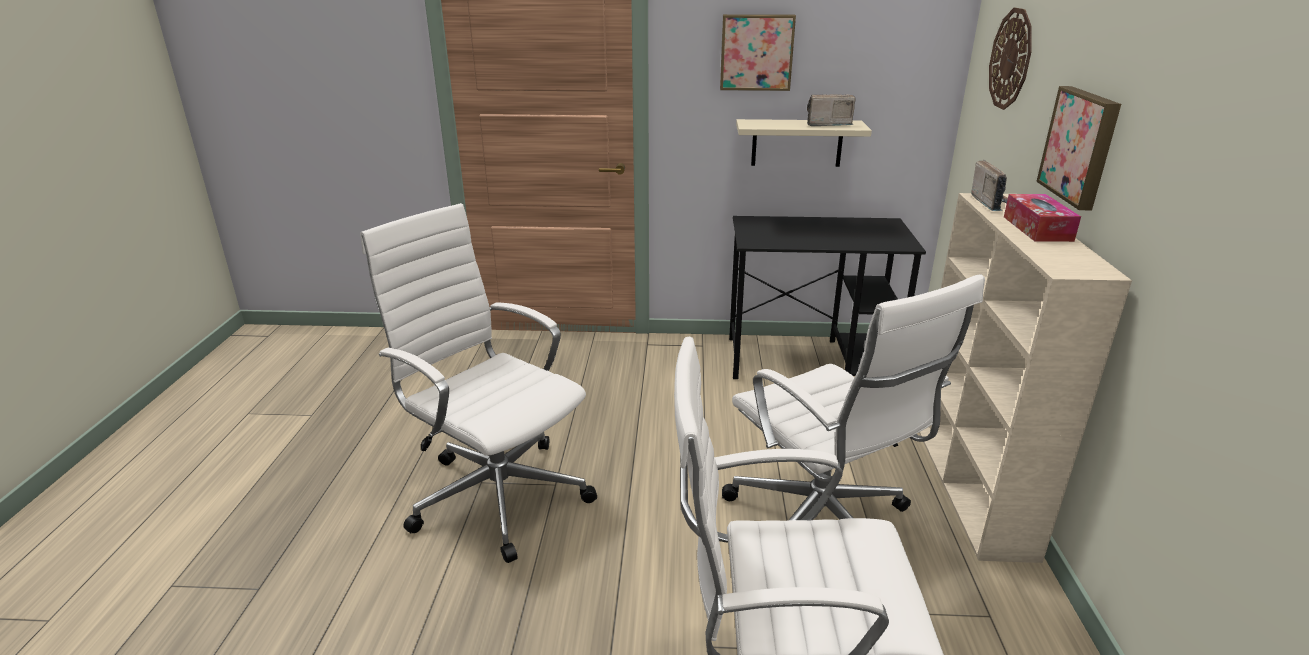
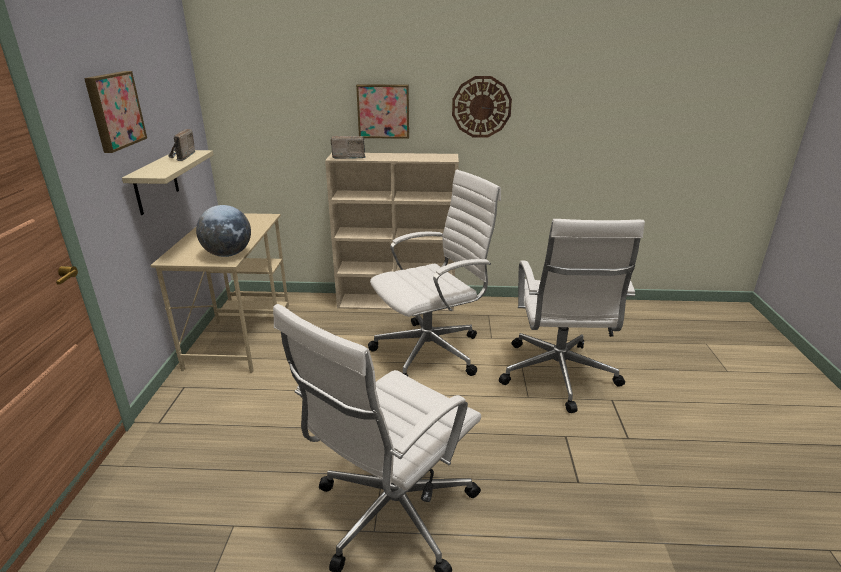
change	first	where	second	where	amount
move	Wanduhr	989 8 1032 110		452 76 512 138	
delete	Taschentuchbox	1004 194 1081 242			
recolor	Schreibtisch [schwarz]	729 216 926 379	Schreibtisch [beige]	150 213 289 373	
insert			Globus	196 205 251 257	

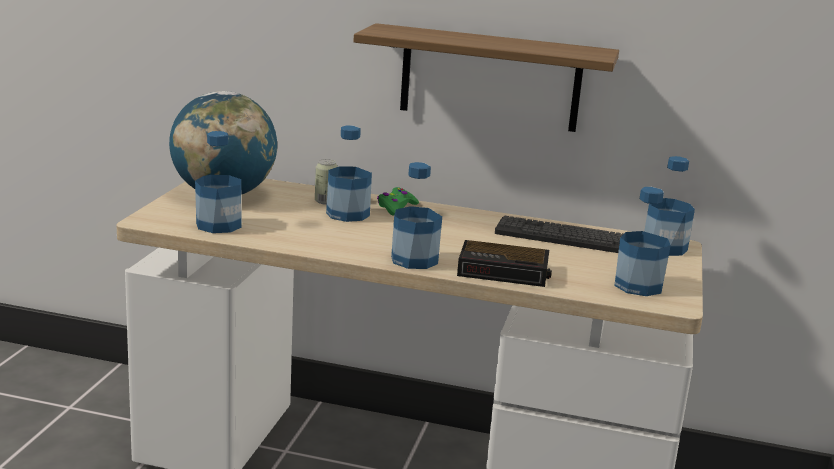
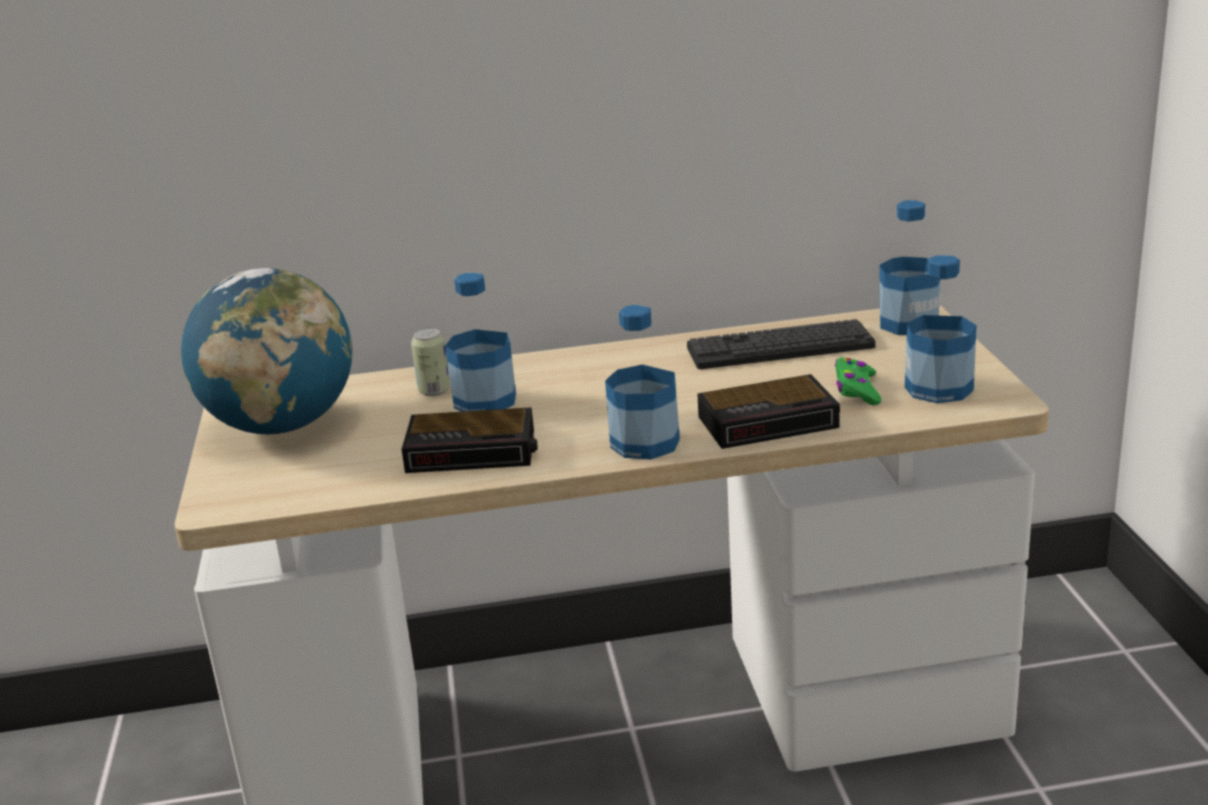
change	first	where	second	where	amount
delete	Wandregal	354 23 619 132			
delete	Flasche	195 131 242 233			
move	Gamepad [grün]	377 187 419 216		835 357 881 405	
insert			Wecker	402 407 538 473	

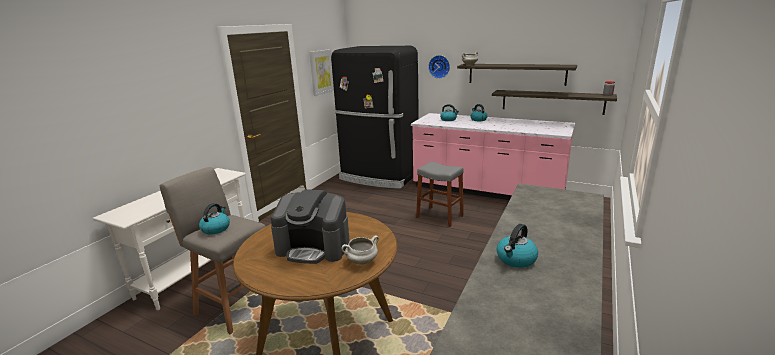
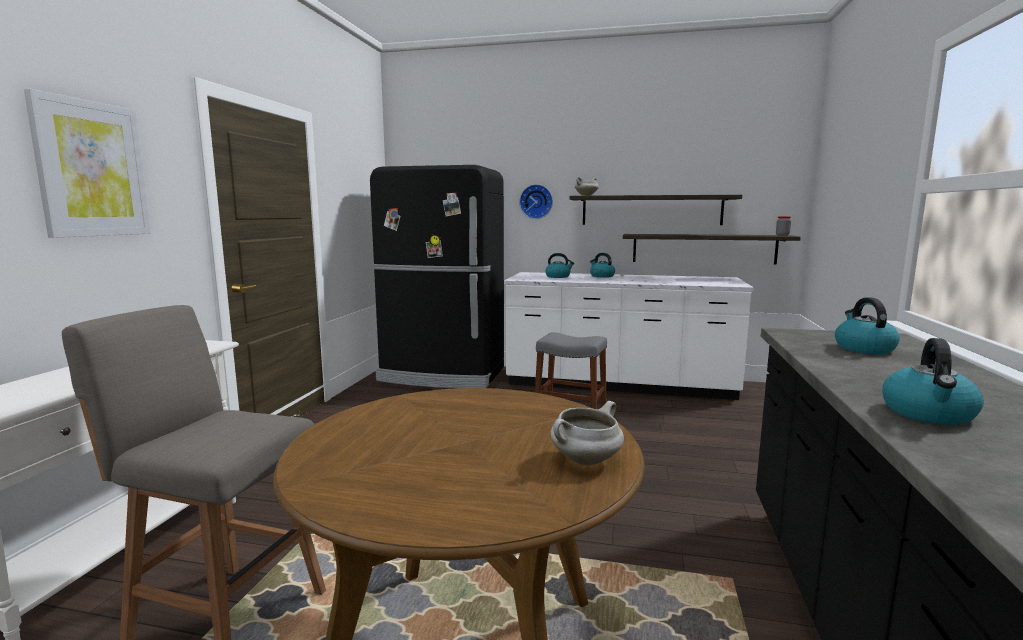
change	first	where	second	where	amount
move	Bild	309 49 334 96		24 89 151 238	
recolor	Küchenzeile [rosa]	411 113 575 200	Küchenzeile [weiß]	504 272 754 400	
delete	Kaffeemaschine	271 189 350 264			
move	Wasserkessel	199 203 230 235		835 297 900 354	

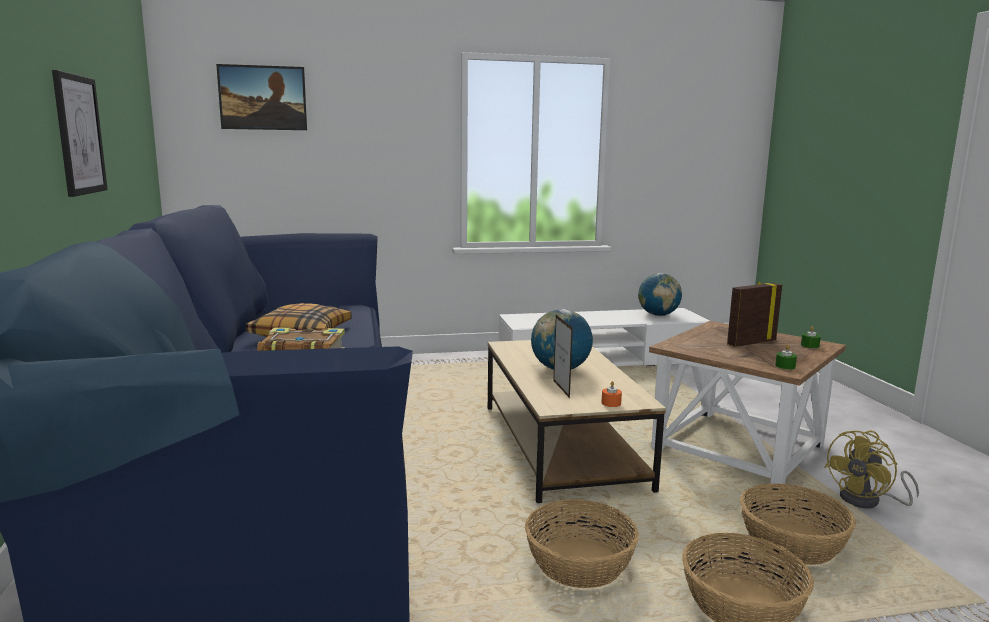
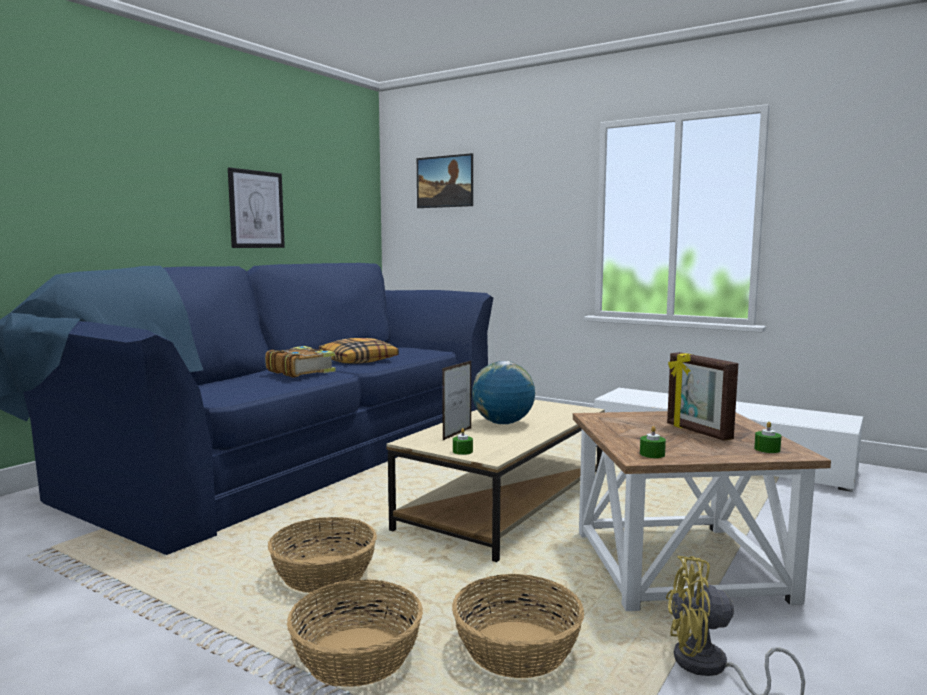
change	first	where	second	where	amount
delete	Globus	638 273 682 316			
rotate	Bilderrahmen	727 282 782 347		667 352 738 441	135 degrees counterclockwise
recolor	Kerze [orange]	601 381 622 407	Kerze [grün]	453 428 473 455	

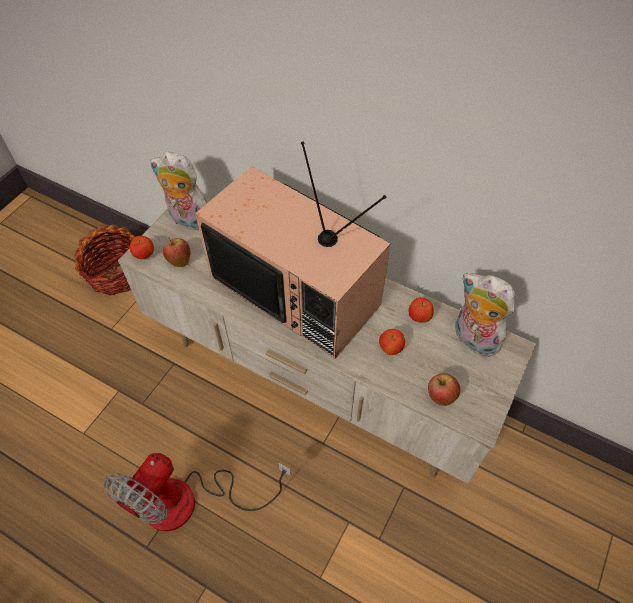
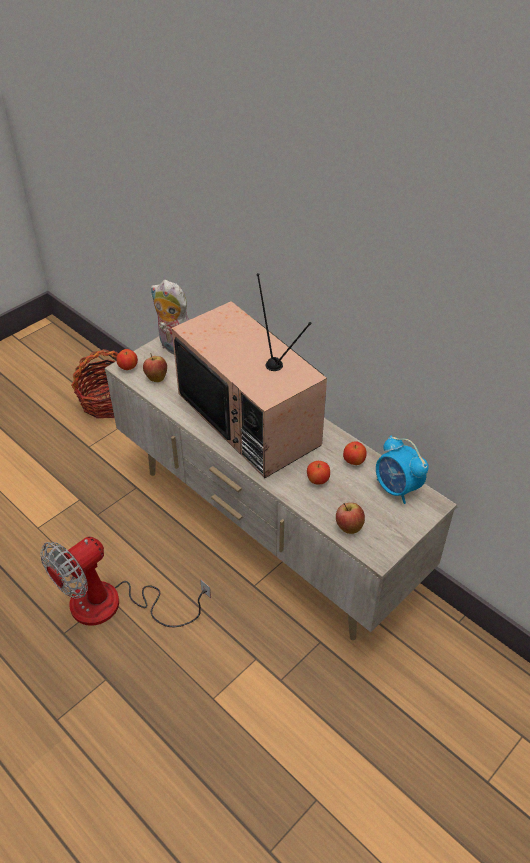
change	first	where	second	where	amount
replace	Plüschtier	455 273 515 357	Wecker	376 436 429 504	

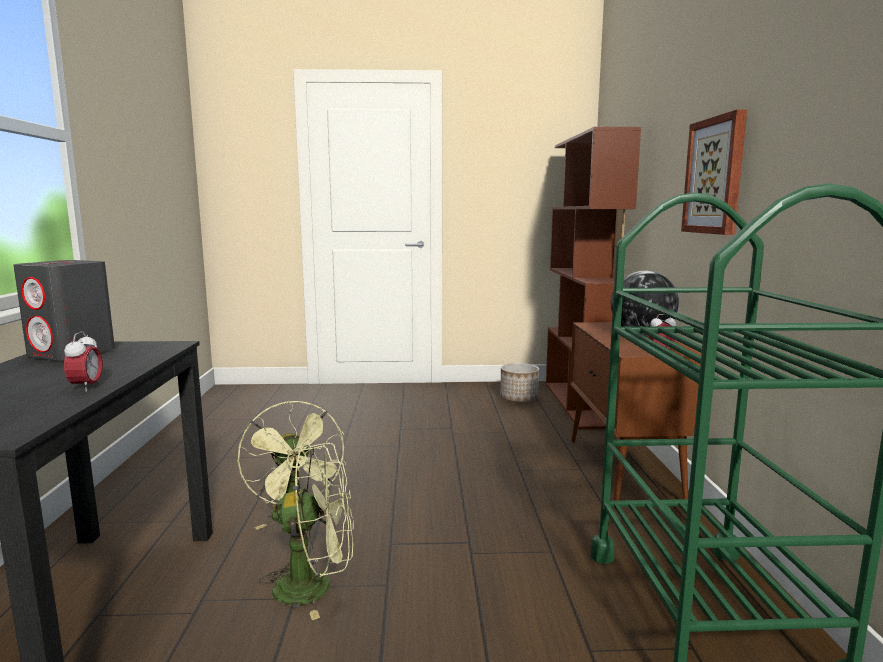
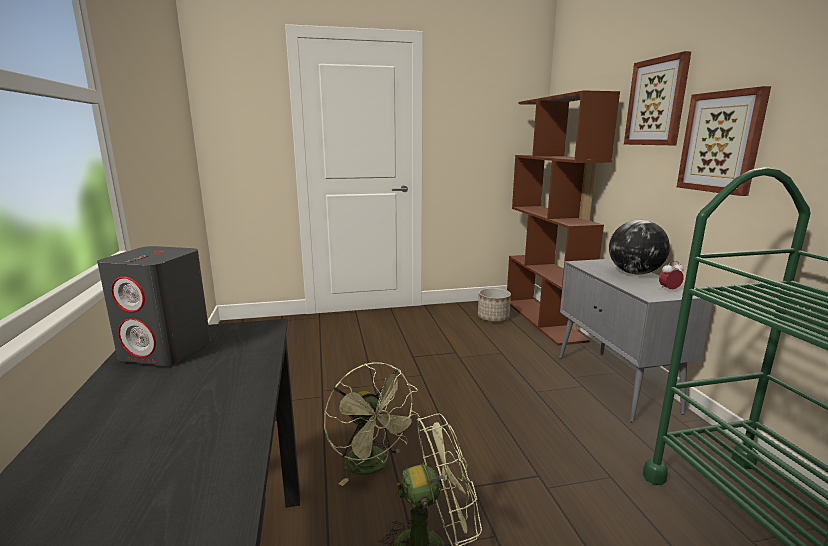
change	first	where	second	where	amount
recolor	Schrank [braun]	570 322 701 501	Schrank [grau]	559 259 713 422	
delete	Wecker	64 331 103 392			
insert			Bild	624 51 691 145	

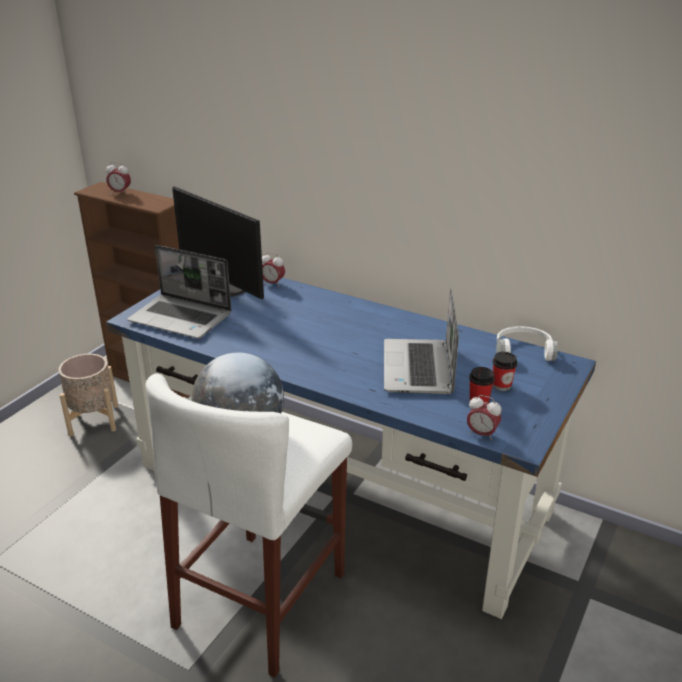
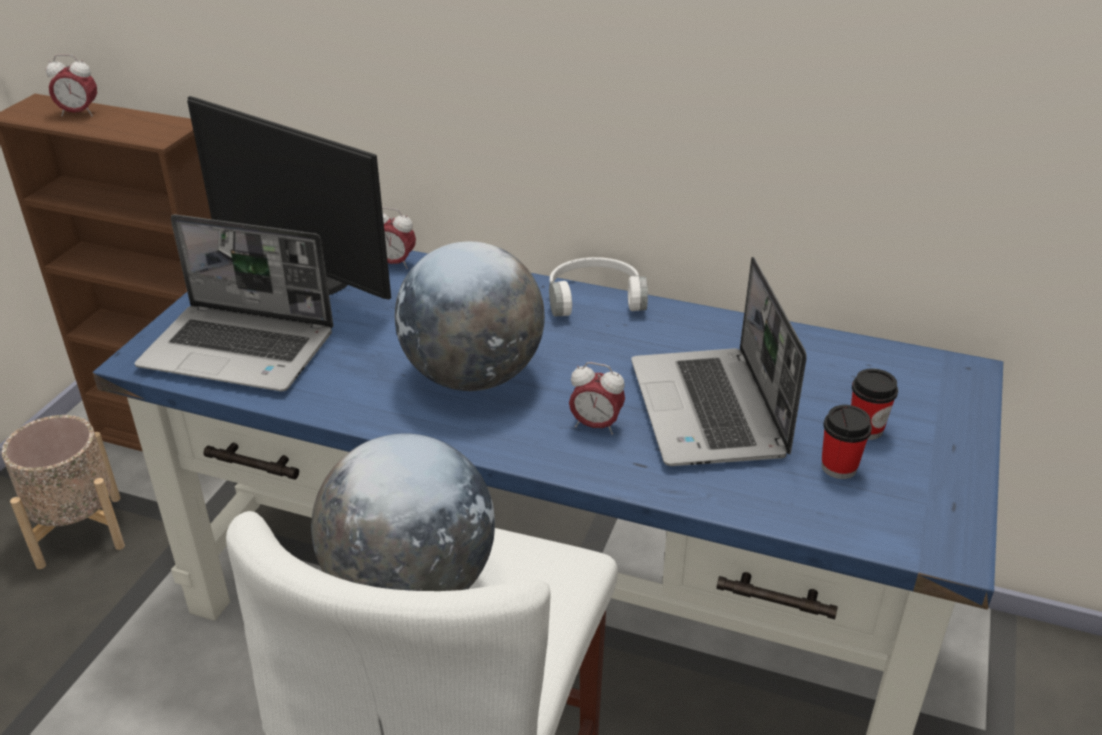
change	first	where	second	where	amount
move	Kopfhörer [weiß]	496 326 558 361		549 257 648 317	
move	Wecker	467 395 502 441		569 362 625 435	
insert			Globus	395 241 545 391	

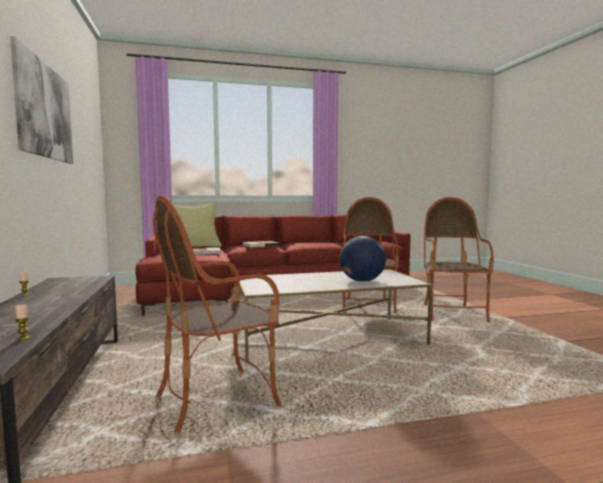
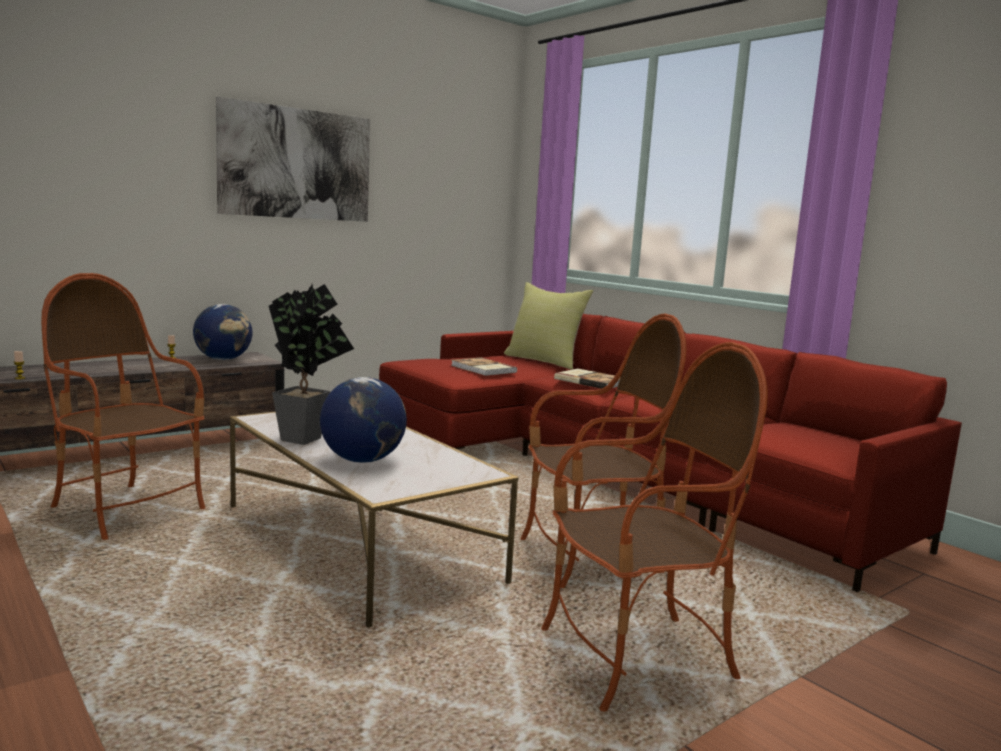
change	first	where	second	where	amount
insert			Topfpflanze	269 284 354 445	
insert			Globus	193 304 253 360	

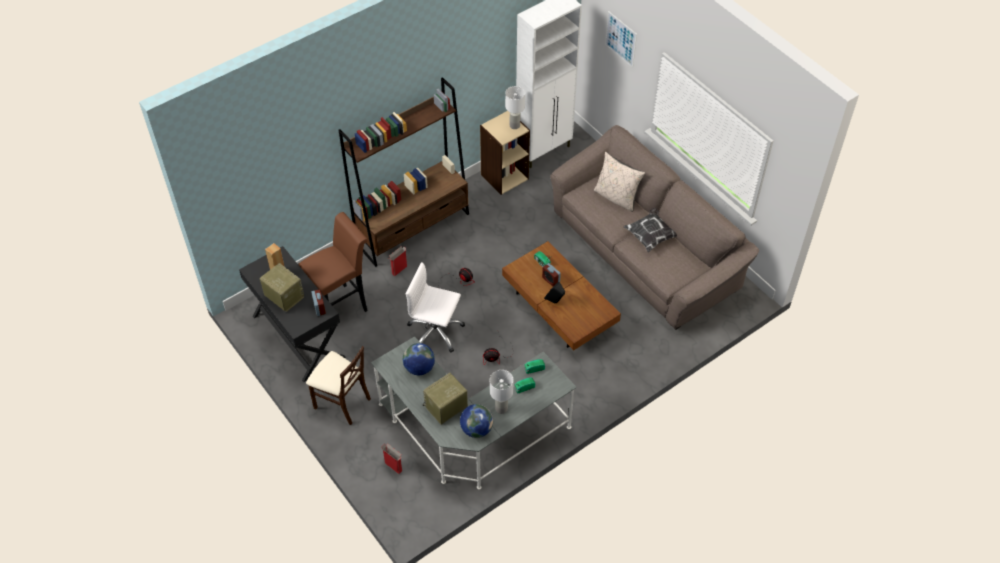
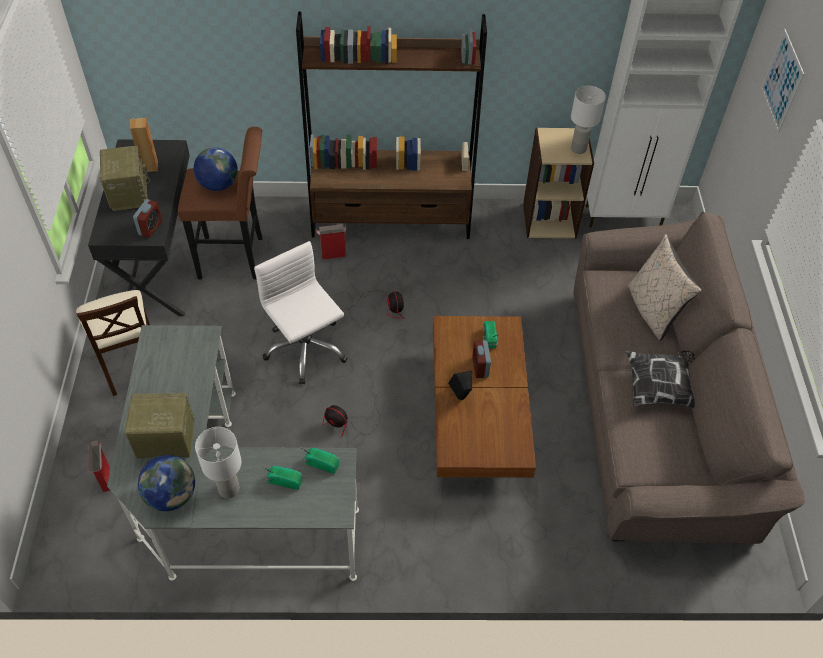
change	first	where	second	where	amount
move	Globus	403 343 435 375		194 147 238 191	

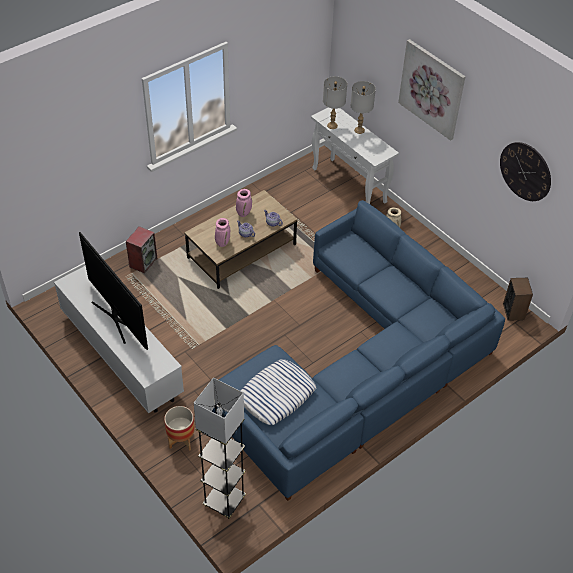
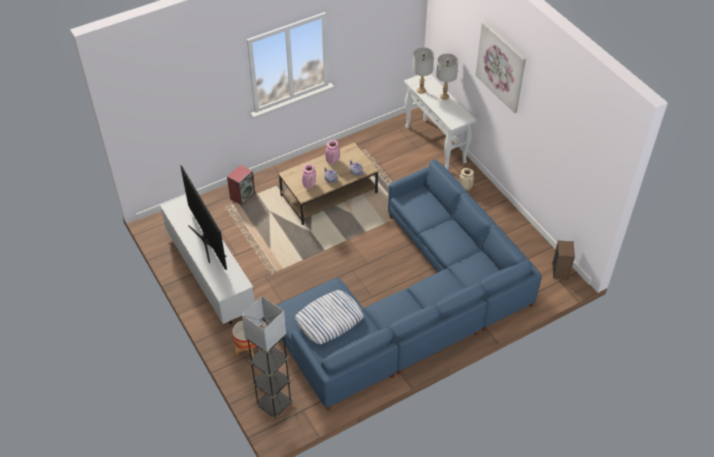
change	first	where	second	where	amount
delete	Wanduhr	500 142 551 201			

